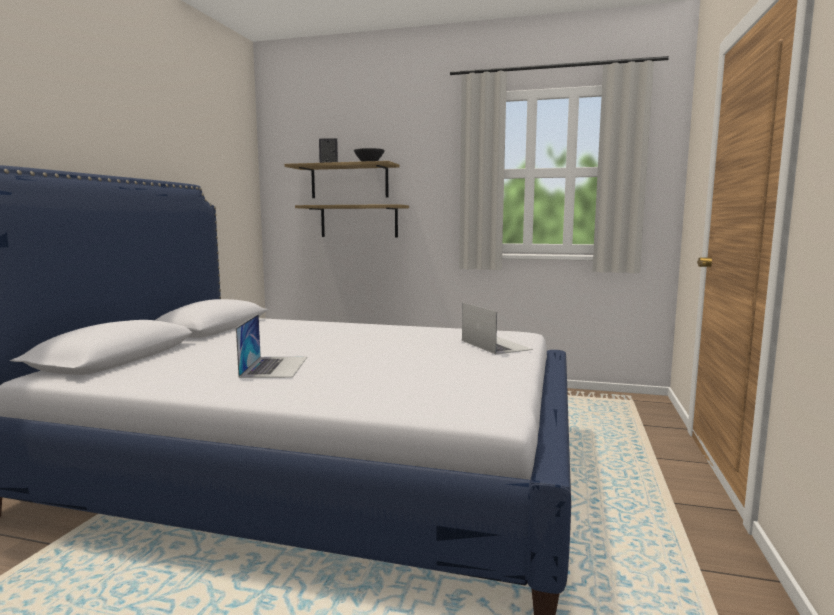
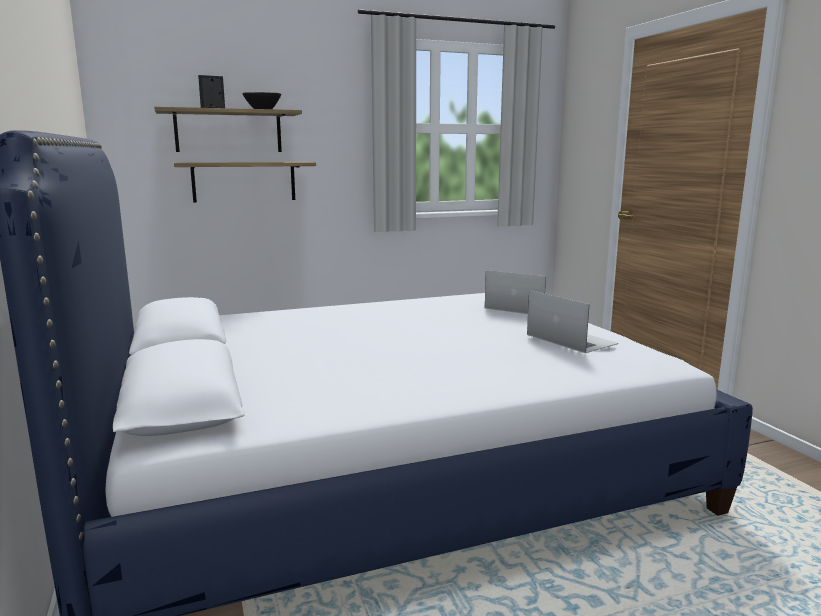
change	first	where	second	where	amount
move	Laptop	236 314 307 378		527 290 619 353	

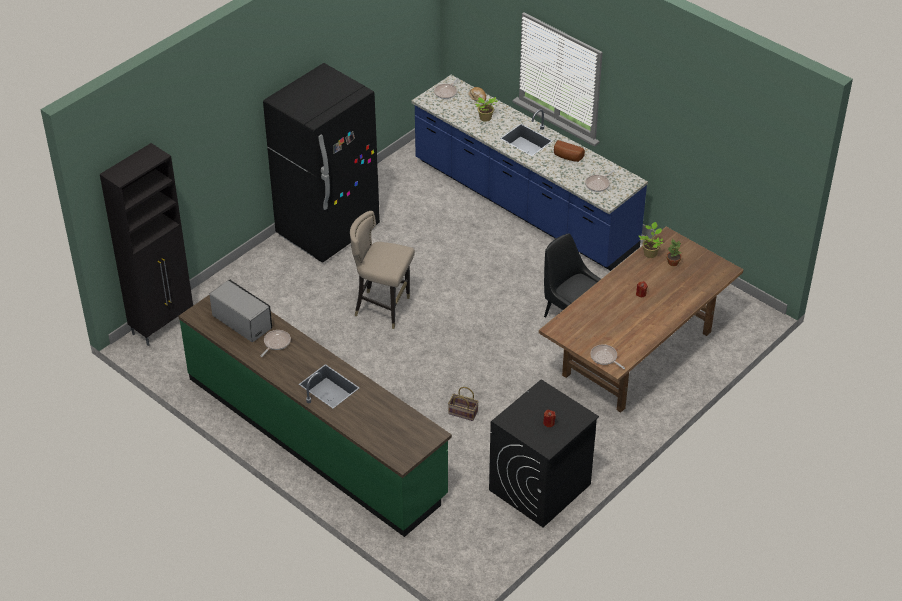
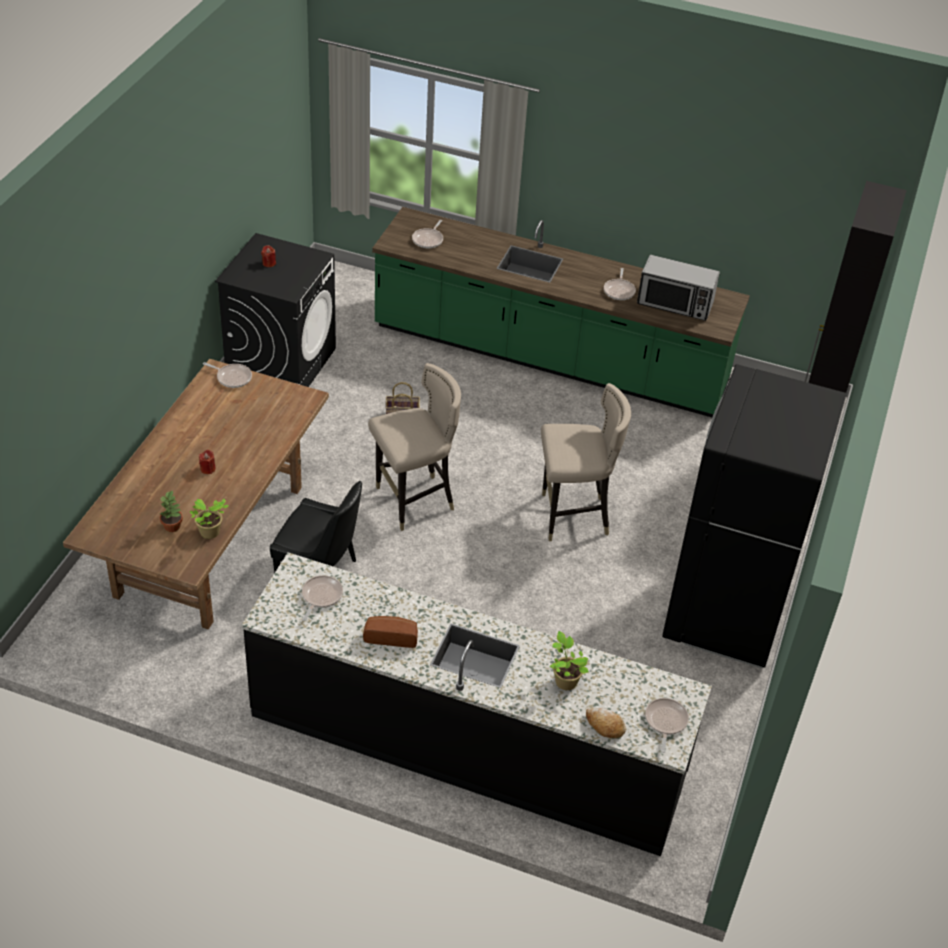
change	first	where	second	where	amount
recolor	Küchenzeile [blau]	411 75 648 271	Küchenzeile [schwarz]	242 552 712 856	
insert			Pfanne	412 220 443 248	
insert			Hocker [beige]	368 363 461 531	

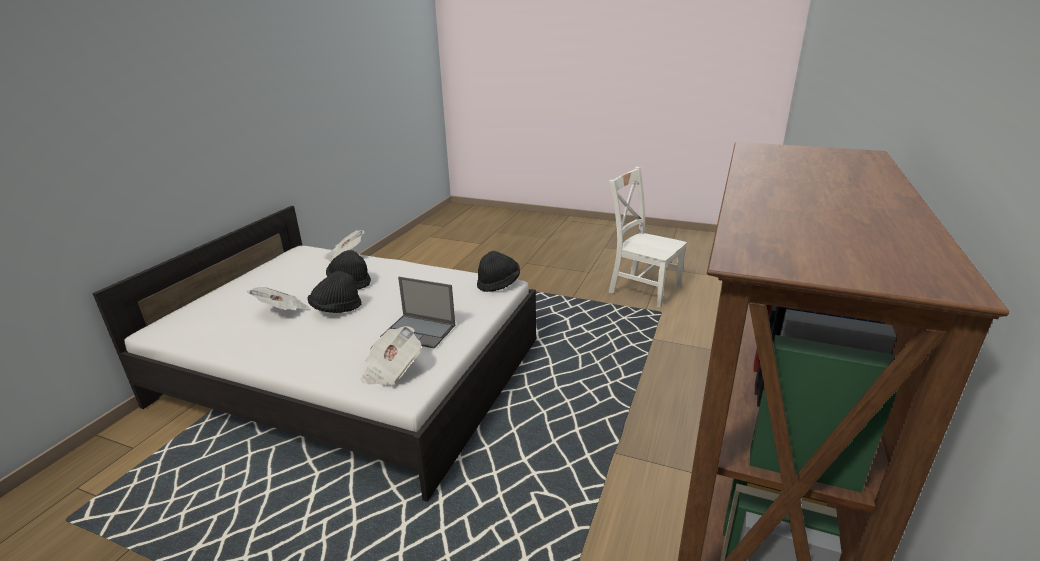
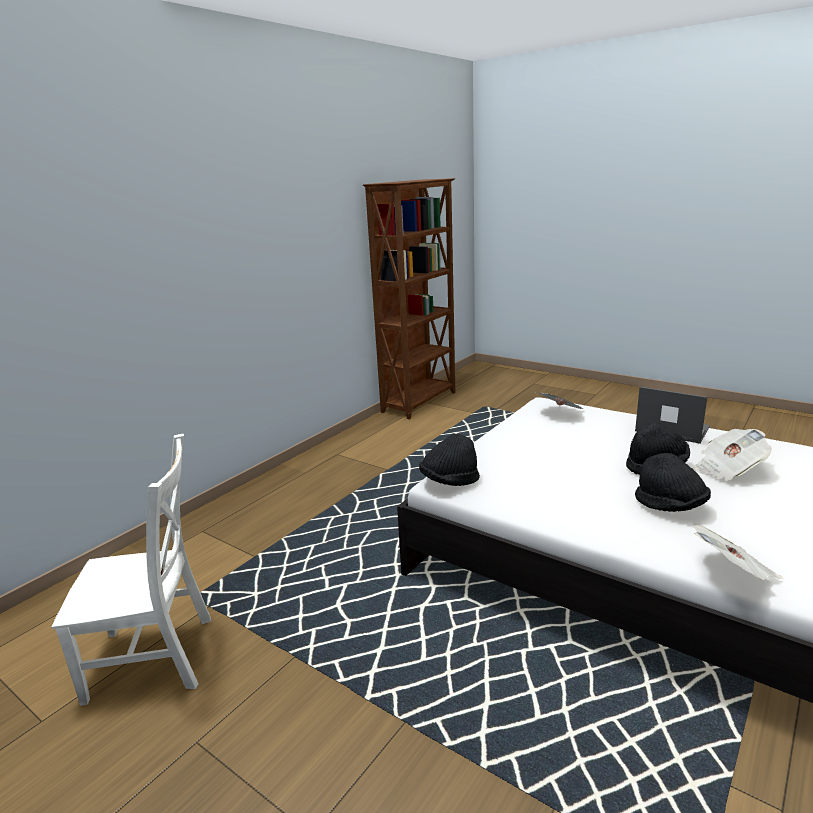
change	first	where	second	where	amount
rotate	Stuhl [weiß]	609 167 687 307		52 434 211 706	60 degrees counterclockwise
move	Laptop	380 277 455 349		635 387 710 444	

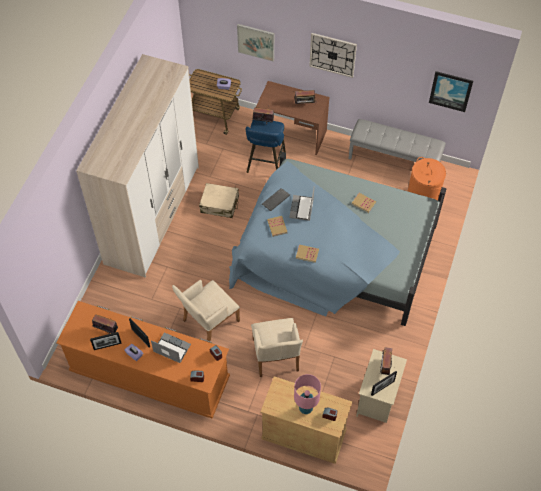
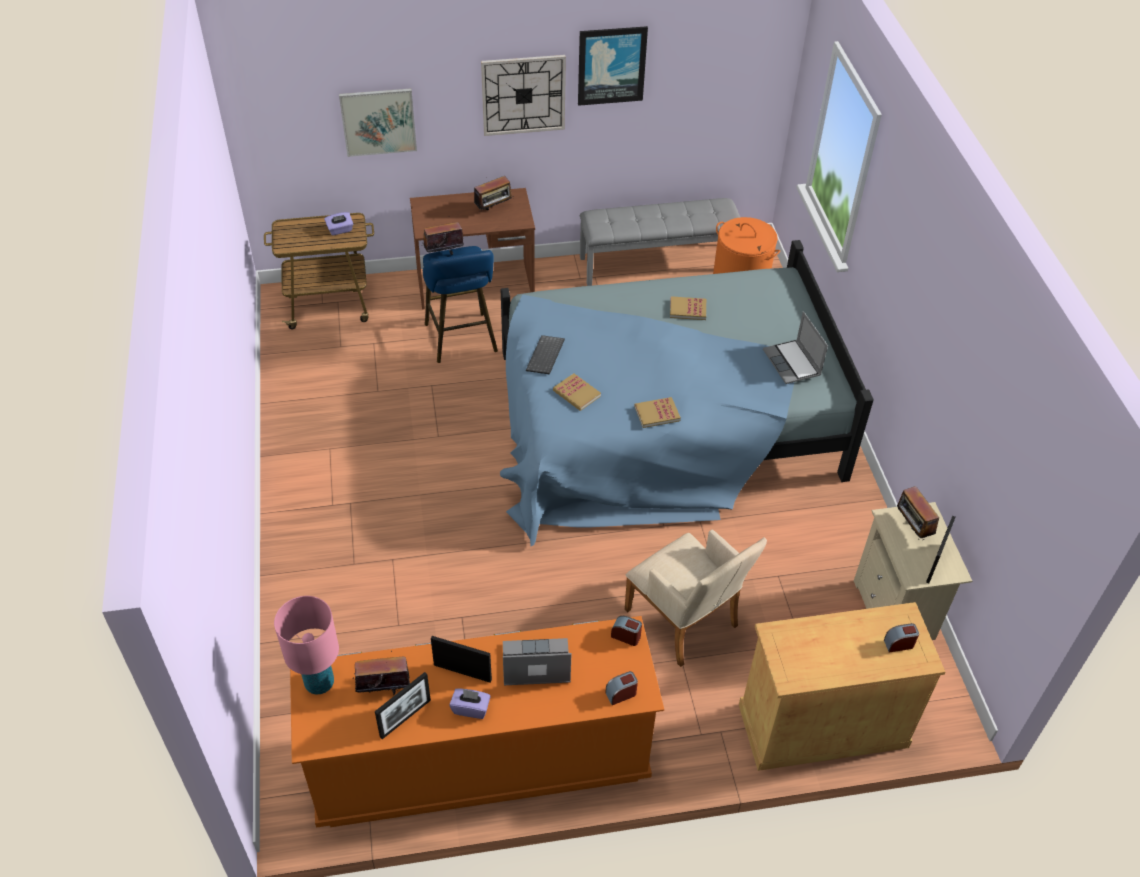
change	first	where	second	where	amount
delete	Kleiderschrank	76 54 199 278			
move	Bild	429 71 473 112		578 26 648 106	
delete	Koffer [beige]	199 183 239 218			
move	Laptop	289 186 315 221		763 311 828 384	
delete	Sessel [beige]	172 280 240 343			
move	Tischlampe [rosa]	294 374 321 414		274 596 339 695	

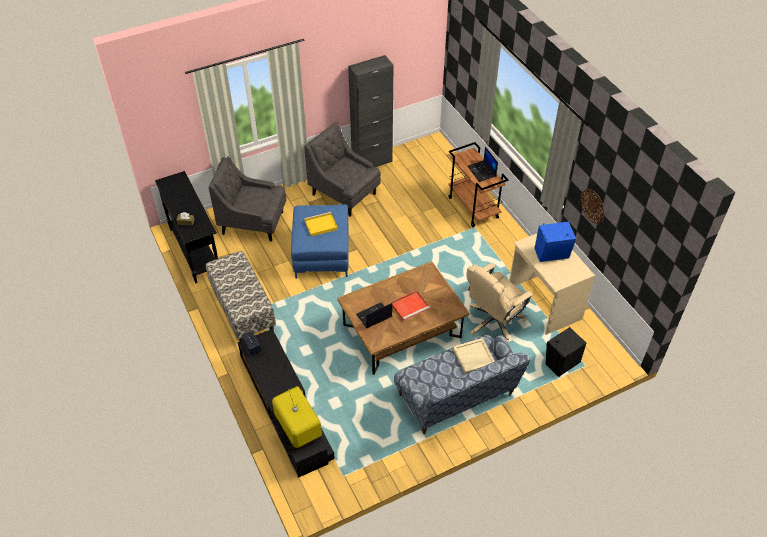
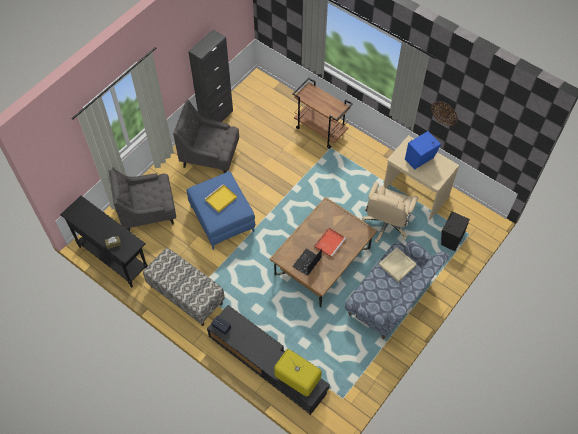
change	first	where	second	where	amount
delete	Laptop	467 147 498 182			

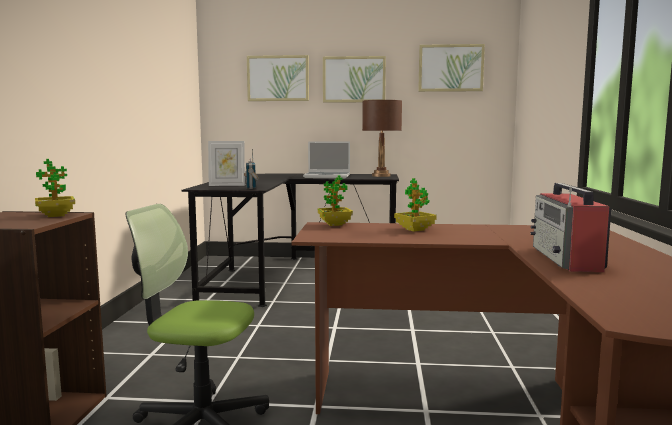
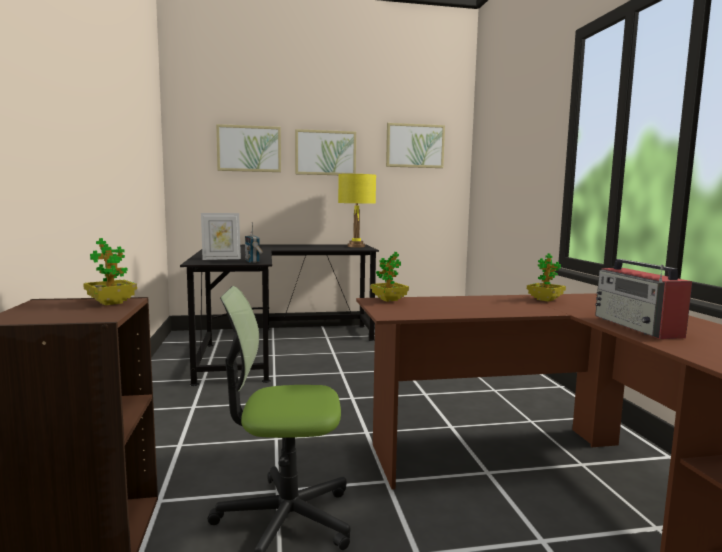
change	first	where	second	where	amount
recolor	Tischlampe [braun]	362 100 402 177	Tischlampe [gelb]	338 174 376 248	
delete	Laptop	303 141 350 178			
move	Topfpflanze	394 178 437 231		527 253 566 302	

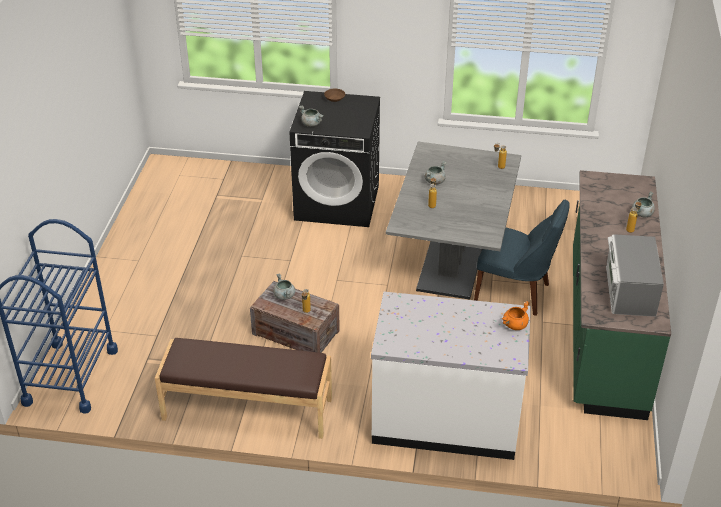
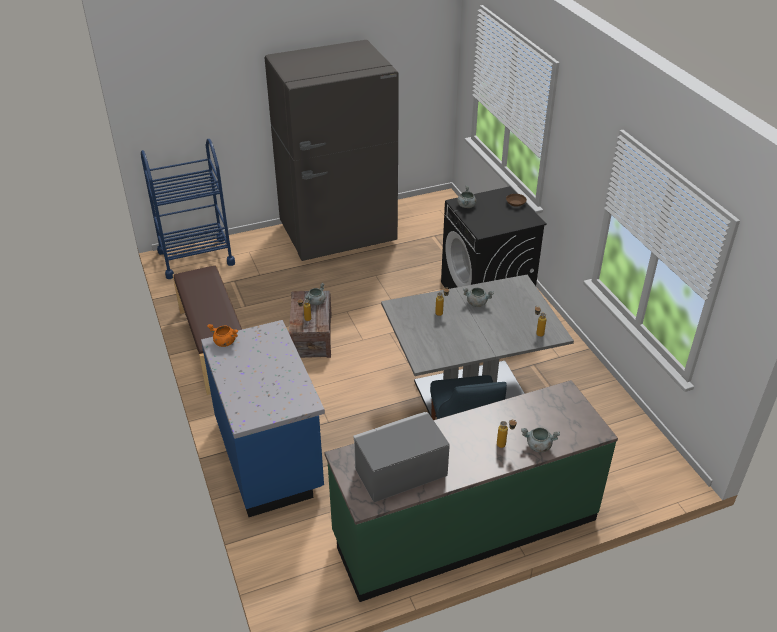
change	first	where	second	where	amount
recolor	Küchenzeile [weiß]	371 292 531 460	Küchenzeile [blau]	201 320 325 517	
move	Kochtopf [orange]	502 301 530 330		207 324 238 347	
insert			Kühlschrank [grau]	265 40 399 261	

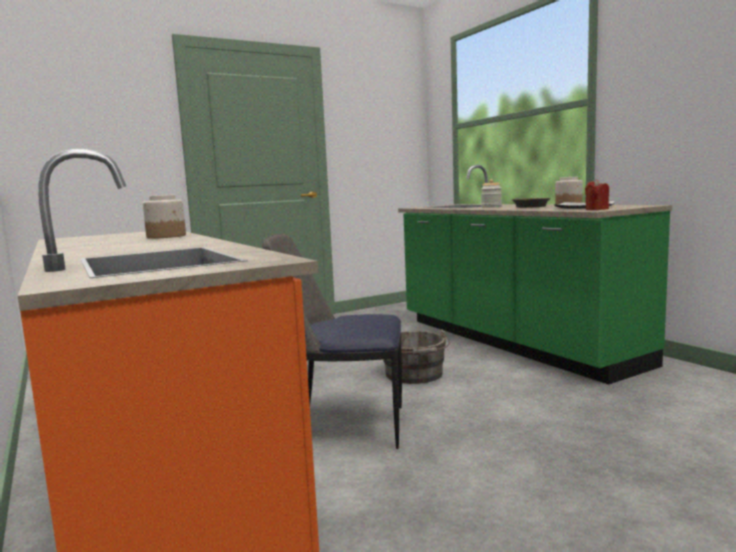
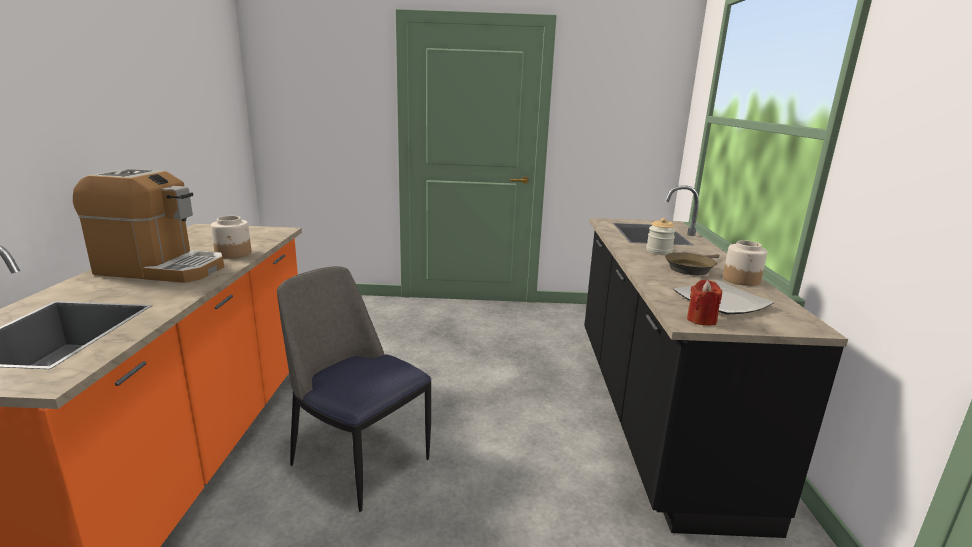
change	first	where	second	where	amount
recolor	Küchenzeile [grün]	398 165 672 385	Küchenzeile [schwarz]	584 185 848 538	
delete	Eimer [grau]	383 330 450 384			
insert			Kaffeemaschine	73 169 224 283	

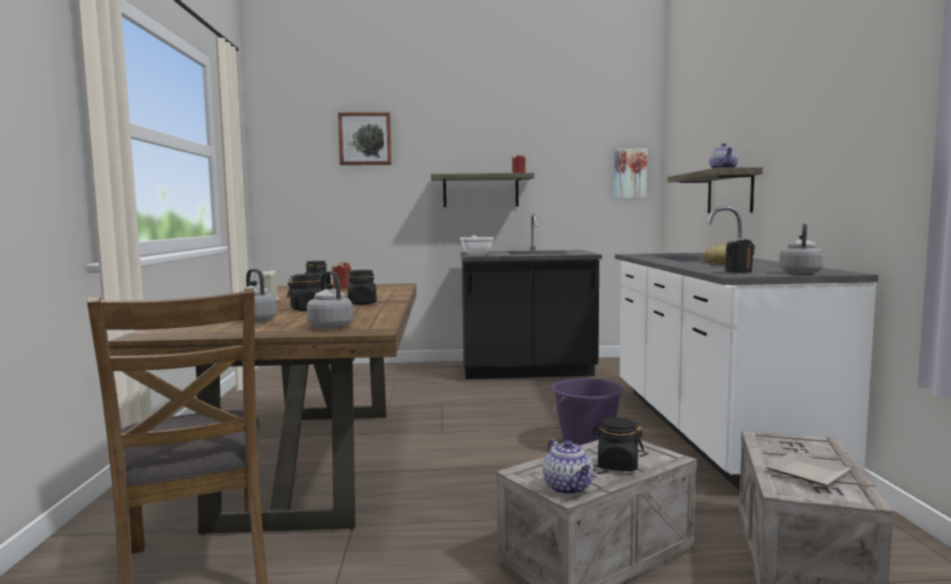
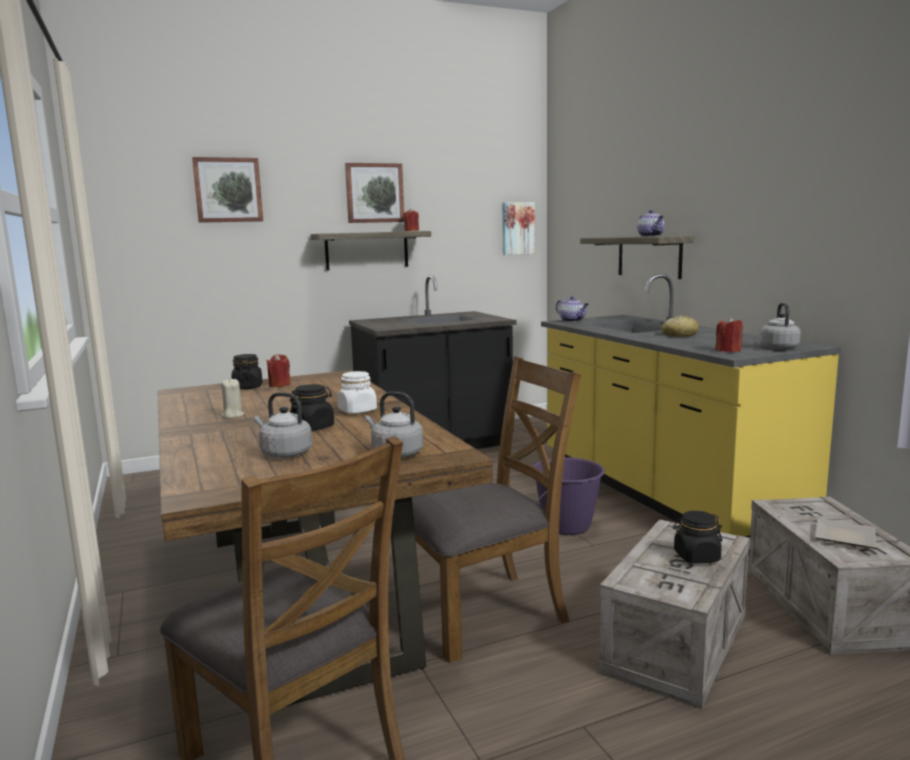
change	first	where	second	where	amount
recolor	Küchenzeile [weiß]	615 206 878 491	Küchenzeile [gelb]	541 274 841 556	
delete	Pfanne	460 235 494 255			
recolor	Kerze [schwarz]	725 236 755 273	Kerze [rot]	715 317 743 352	
recolor	Vorratsglas [schwarz]	347 270 377 305	Vorratsglas [weiß]	337 371 377 414	
move	Teekanne	543 439 594 495		556 296 589 322	
insert			Bild	345 163 404 223	
insert			Stuhl [braun]	412 356 581 663	

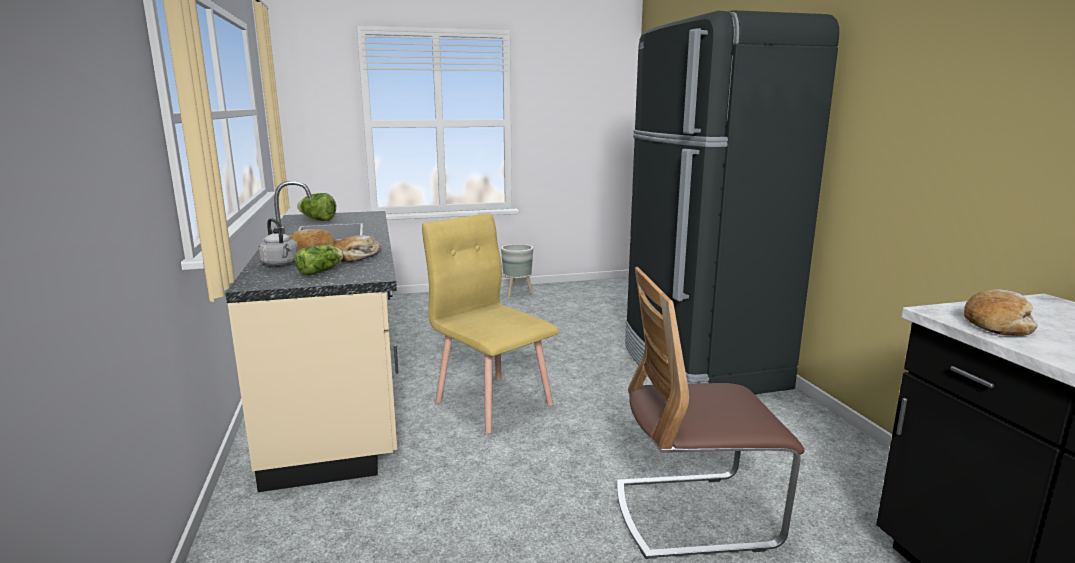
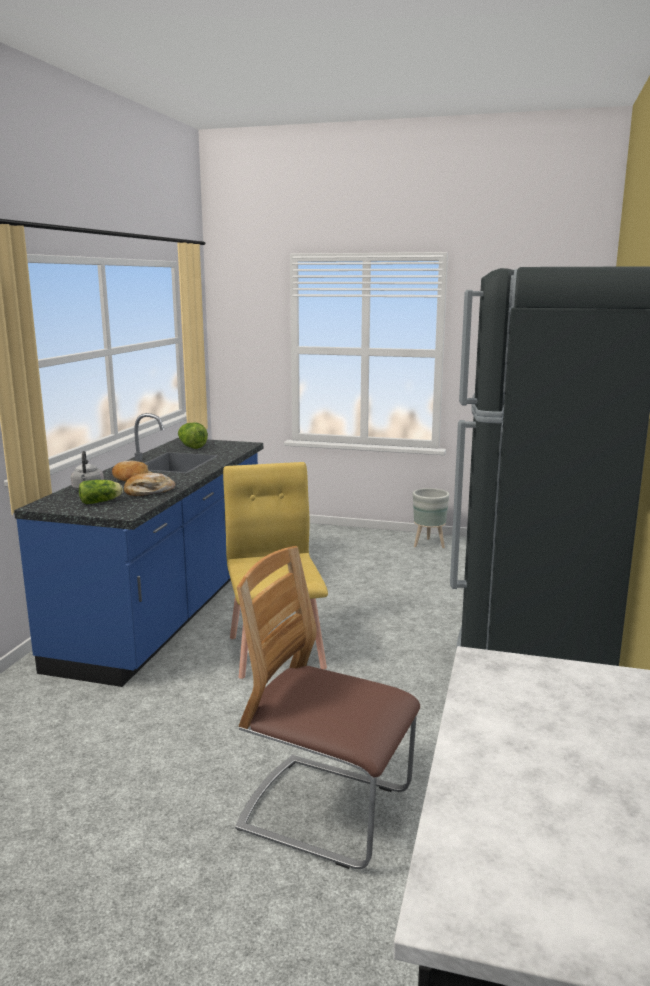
change	first	where	second	where	amount
recolor	Küchenzeile [beige]	225 181 398 492	Küchenzeile [blau]	14 413 263 687	
delete	Brot	964 289 1038 336			

